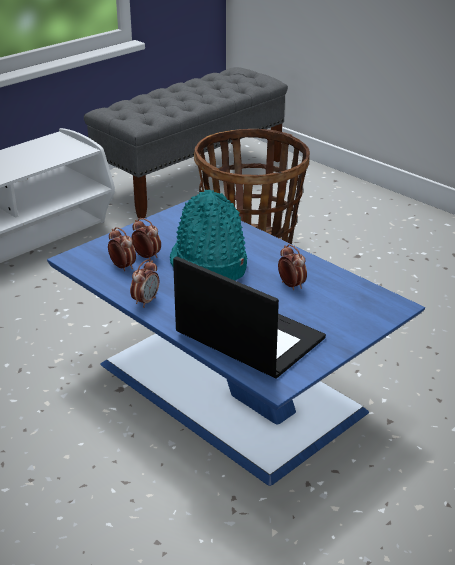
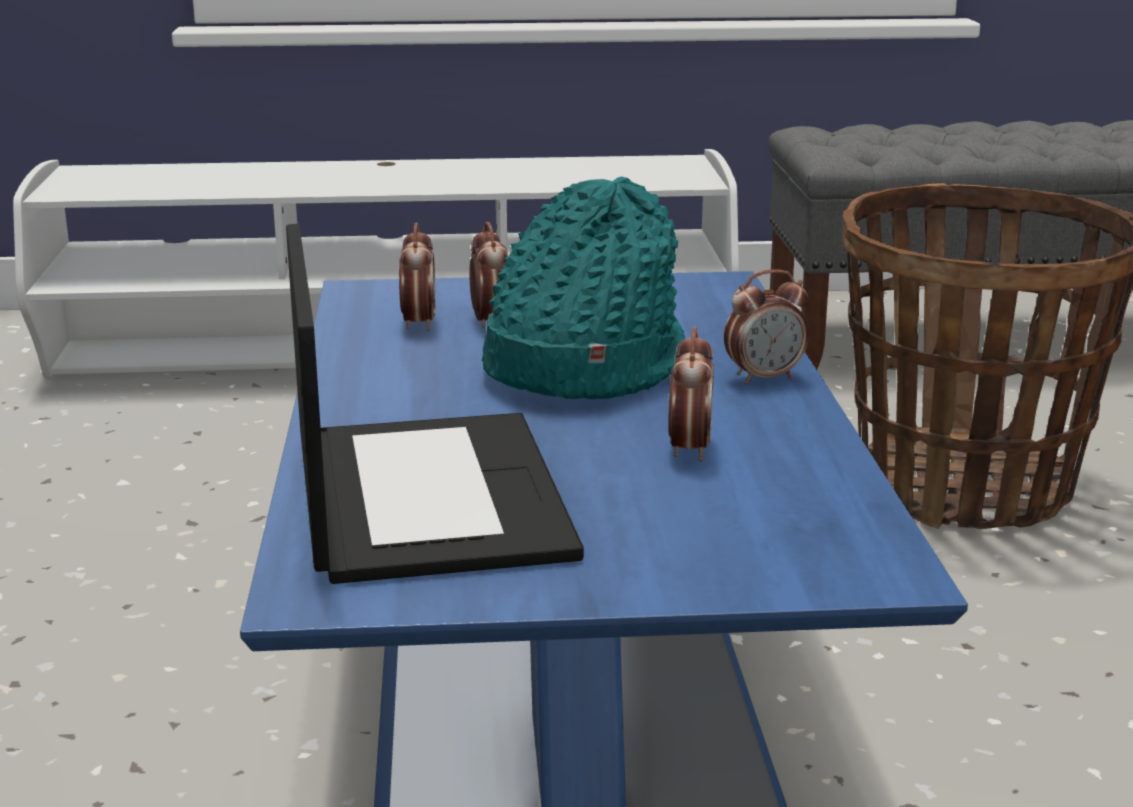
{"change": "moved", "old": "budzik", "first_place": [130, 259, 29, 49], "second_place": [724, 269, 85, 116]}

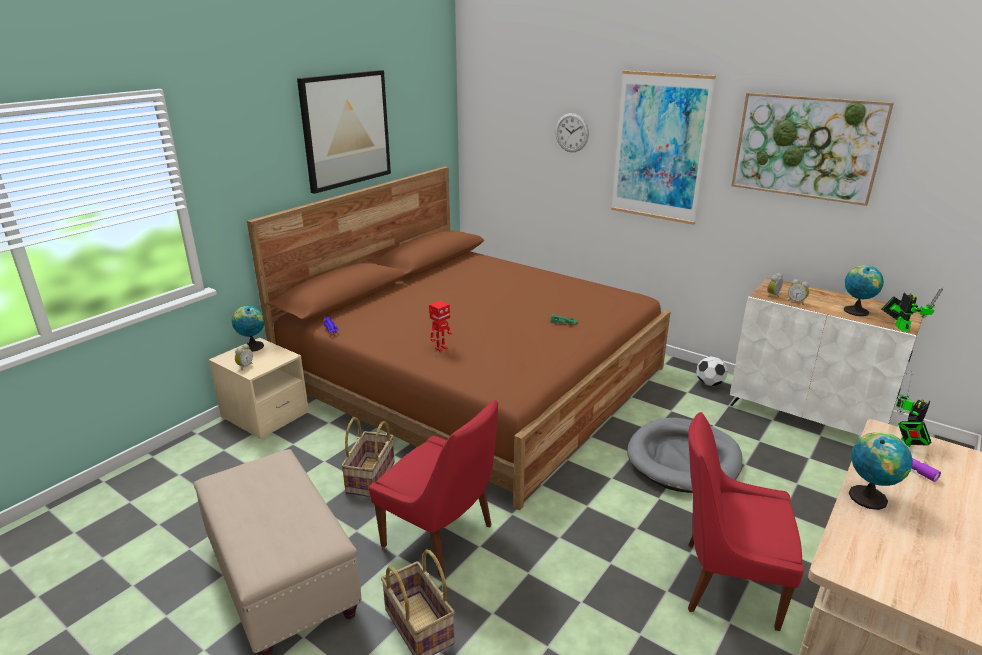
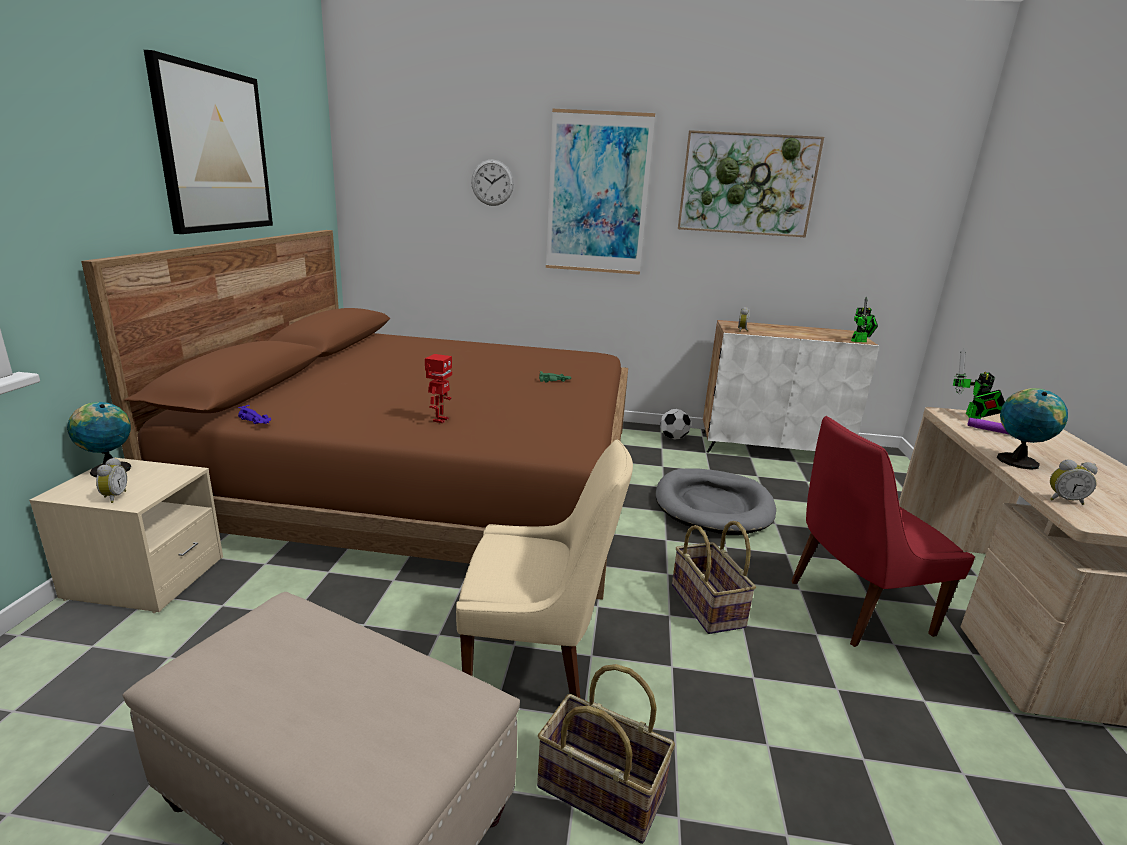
{"change": "recoloured", "old": "krzesło [czerwony]", "new": "krzesło [beżowy]", "first_place": [369, 400, 129, 178], "second_place": [456, 439, 177, 259]}
{"change": "moved", "old": "koszyk", "first_place": [341, 417, 54, 80], "second_place": [672, 521, 84, 113]}
{"change": "turned", "old": "robot zabawkowy", "first_place": [881, 288, 62, 44], "second_place": [851, 297, 27, 45], "degrees": 105}
{"change": "moved", "old": "budzik", "first_place": [788, 279, 21, 26], "second_place": [1050, 460, 48, 45]}
{"change": "removed", "old": "globus", "first_place": [844, 265, 40, 51]}

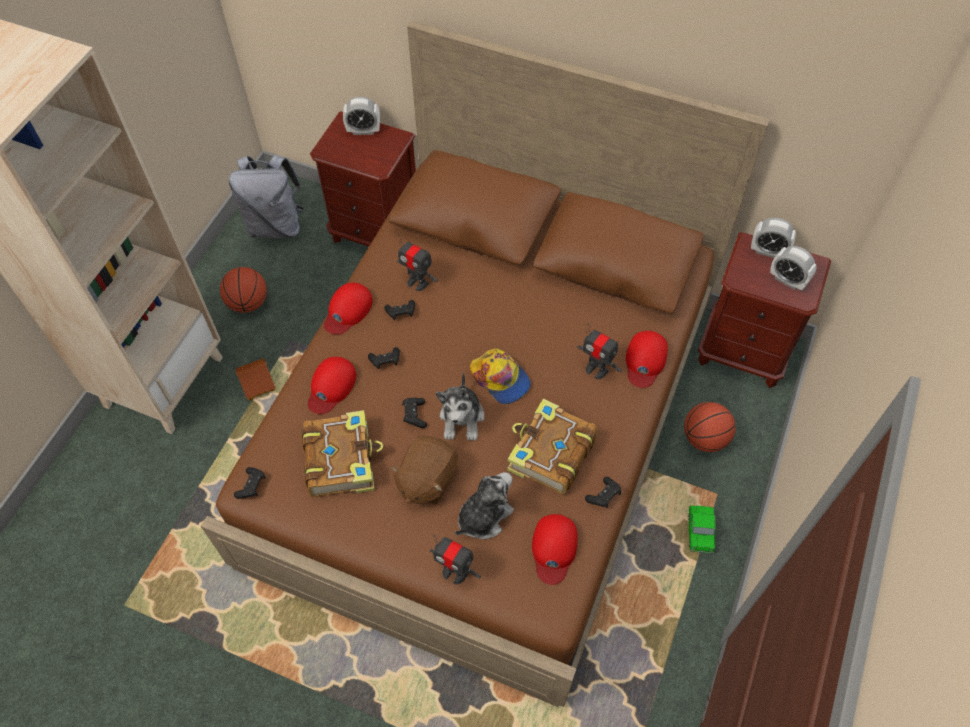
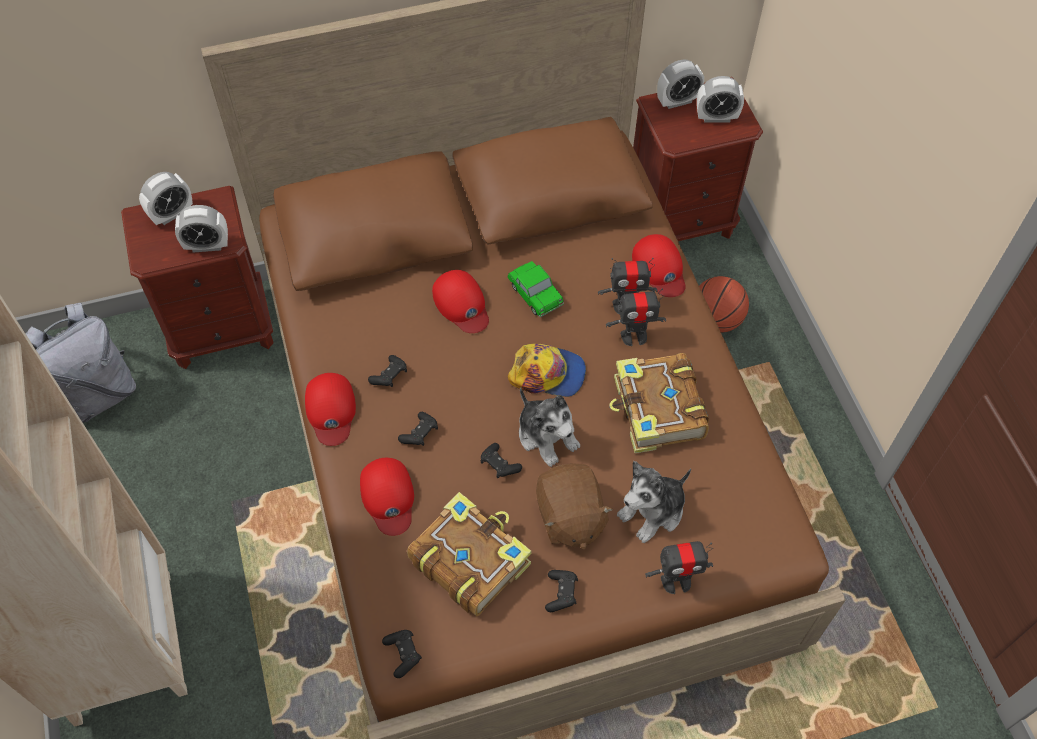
{"change": "added", "new": "budzik", "second_place": [175, 205, 53, 47]}
{"change": "moved", "old": "czapka z daszkiem [czerwony]", "first_place": [532, 514, 46, 71], "second_place": [432, 270, 57, 63]}
{"change": "moved", "old": "samochodzik", "first_place": [689, 505, 27, 48], "second_place": [507, 261, 57, 56]}
{"change": "moved", "old": "pad do gier [czarny]", "first_place": [585, 477, 36, 31], "second_place": [545, 570, 33, 42]}
{"change": "moved", "old": "robot zabawkowy", "first_place": [397, 235, 41, 56], "second_place": [606, 289, 60, 57]}
{"change": "turned", "old": "pluszak", "first_place": [455, 472, 59, 67], "second_place": [617, 461, 74, 82], "degrees": -135}
{"change": "removed", "old": "piłka do koszykówki", "first_place": [220, 267, 47, 46]}
{"change": "removed", "old": "domek", "first_place": [235, 358, 40, 43]}

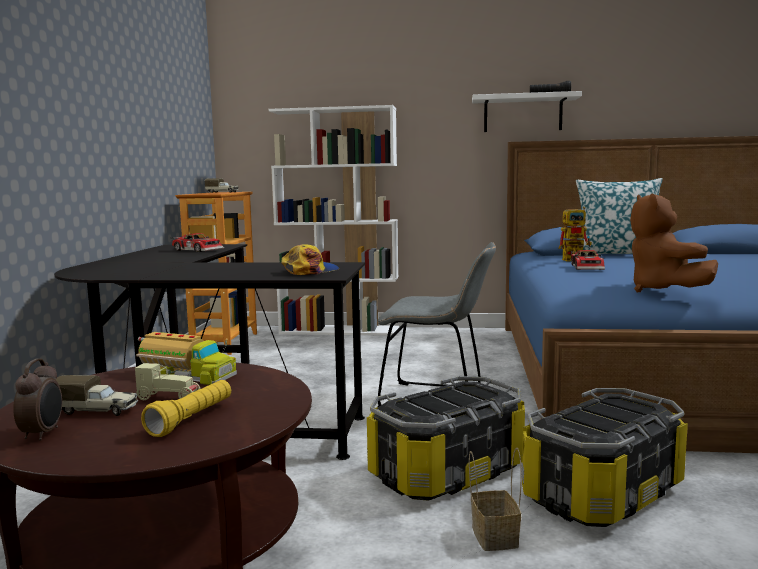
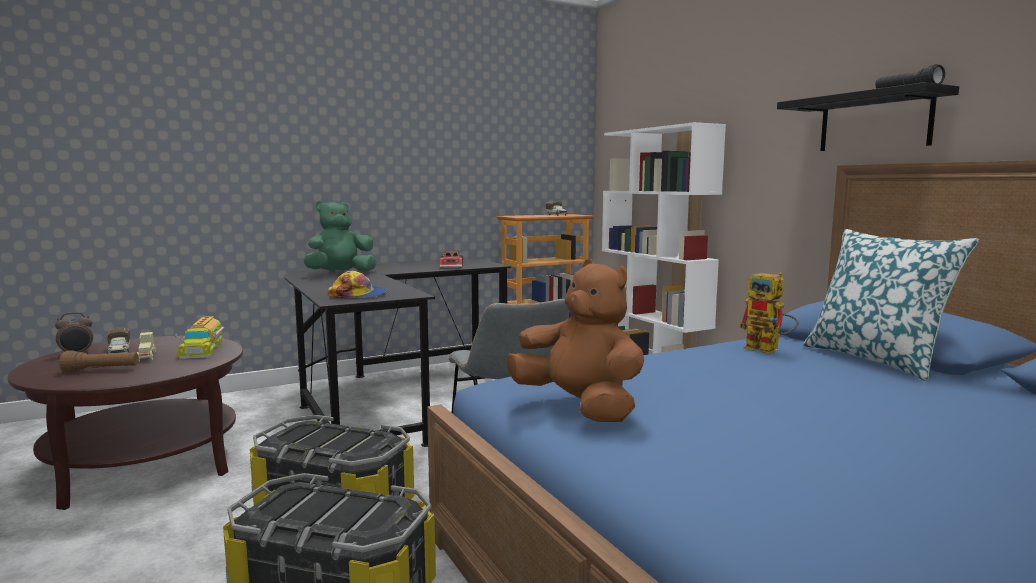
{"change": "recoloured", "old": "latarka [żółty]", "new": "latarka [brązowy]", "first_place": [141, 380, 90, 57], "second_place": [59, 350, 80, 22]}
{"change": "added", "new": "pluszak [zielony]", "second_place": [303, 201, 73, 71]}
{"change": "turned", "old": "pluszak [brązowy]", "first_place": [630, 193, 88, 99], "second_place": [507, 259, 137, 163], "degrees": 90}
{"change": "recoloured", "old": "półka [biały]", "new": "półka [czarny]", "first_place": [472, 91, 110, 41], "second_place": [777, 82, 182, 69]}
{"change": "removed", "old": "koszyk", "first_place": [469, 448, 53, 103]}
{"change": "removed", "old": "samochodzik", "first_place": [571, 250, 34, 20]}

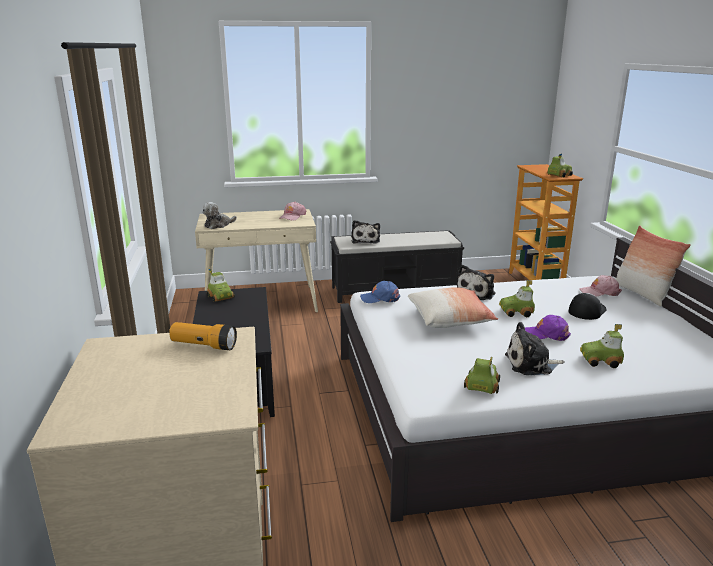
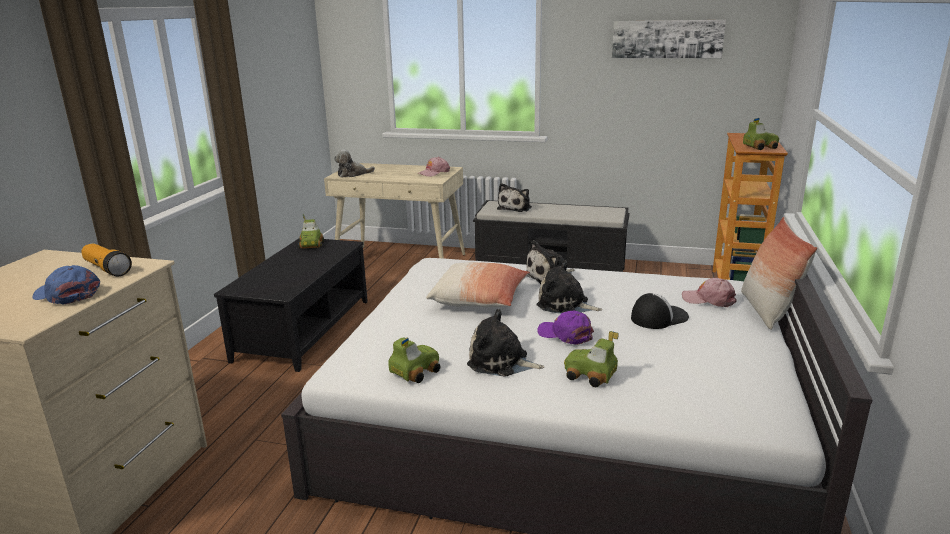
{"change": "moved", "old": "czapka z daszkiem [niebieski]", "first_place": [360, 281, 40, 22], "second_place": [32, 265, 68, 40]}
{"change": "replaced", "old": "samochodzik", "new": "pluszak", "first_place": [499, 280, 36, 37], "second_place": [537, 260, 65, 54]}
{"change": "added", "new": "obraz", "second_place": [612, 20, 114, 38]}

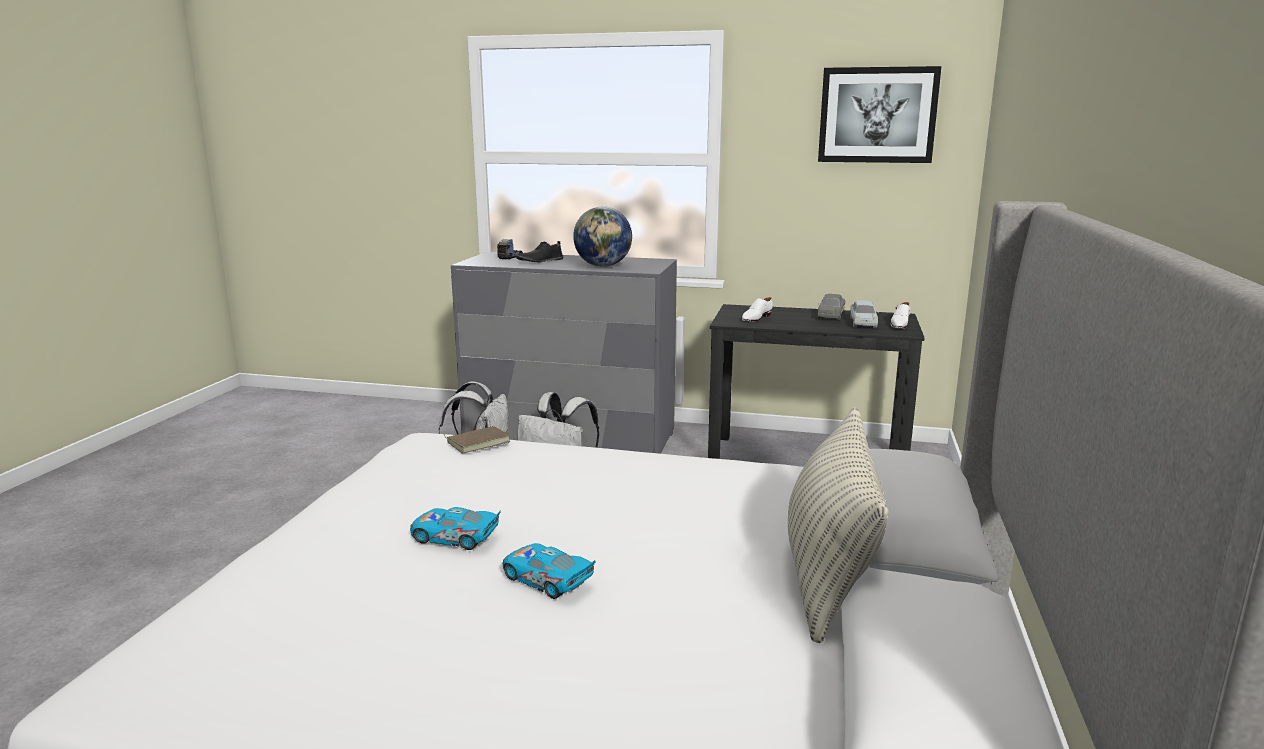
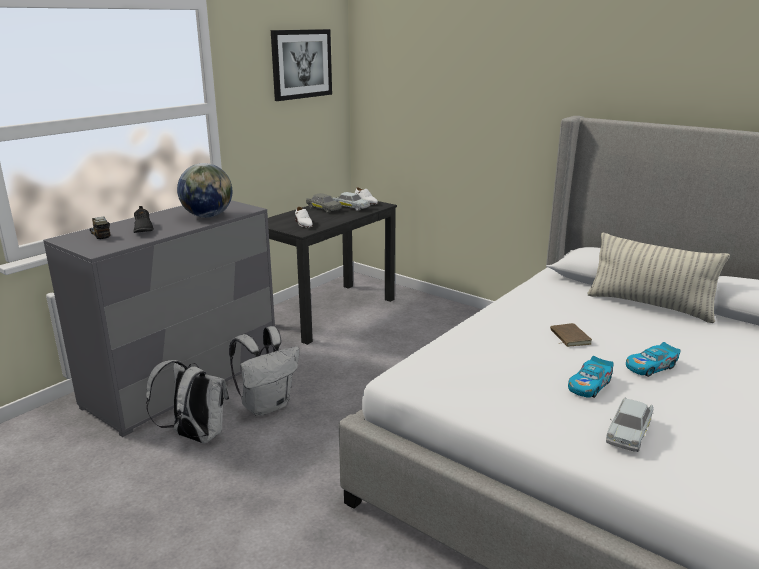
{"change": "moved", "old": "książka [brązowy]", "first_place": [444, 426, 66, 27], "second_place": [550, 323, 42, 24]}
{"change": "added", "new": "samochodzik [biały]", "second_place": [606, 397, 48, 55]}

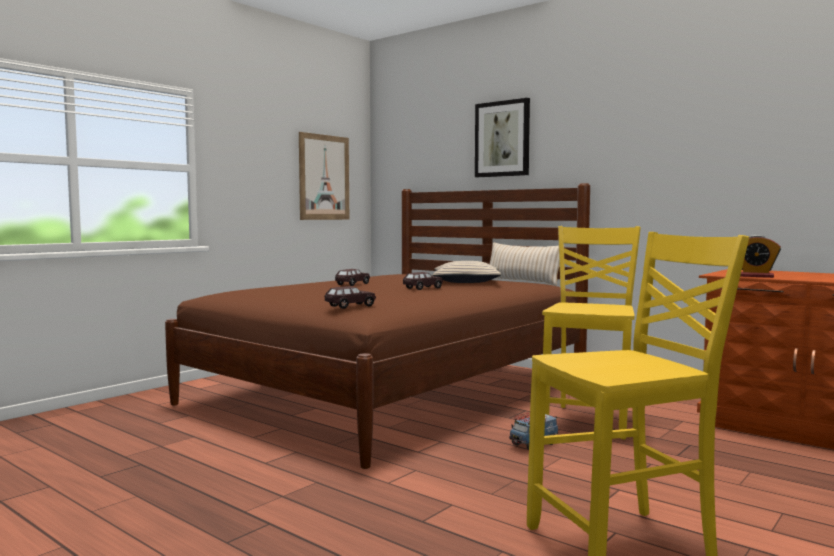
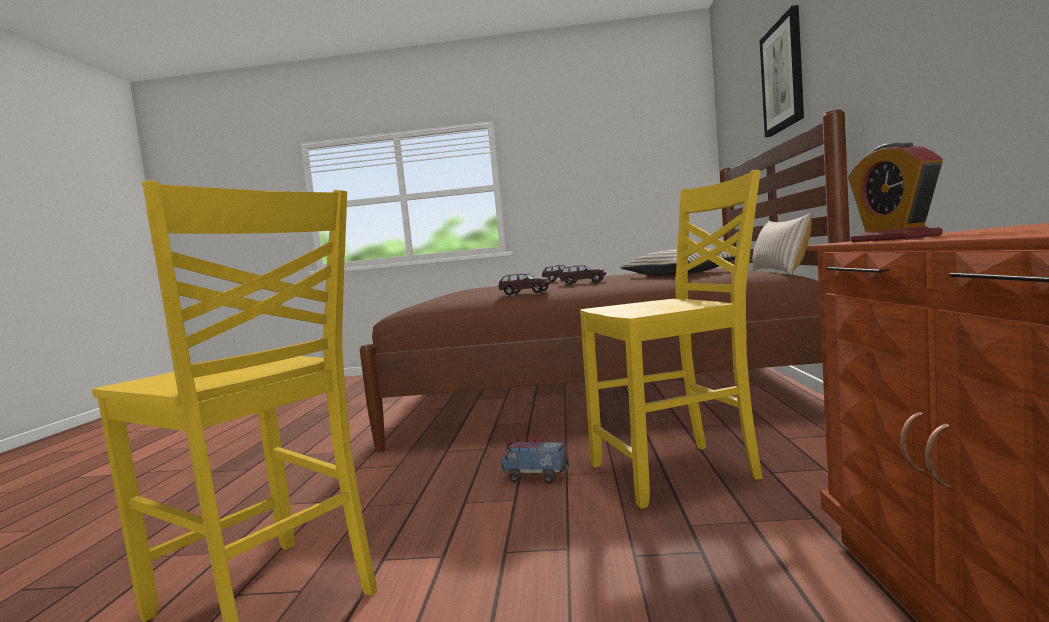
{"change": "moved", "old": "samochodzik [brązowy]", "first_place": [324, 286, 52, 23], "second_place": [499, 273, 52, 22]}
{"change": "removed", "old": "obraz", "first_place": [299, 132, 50, 88]}

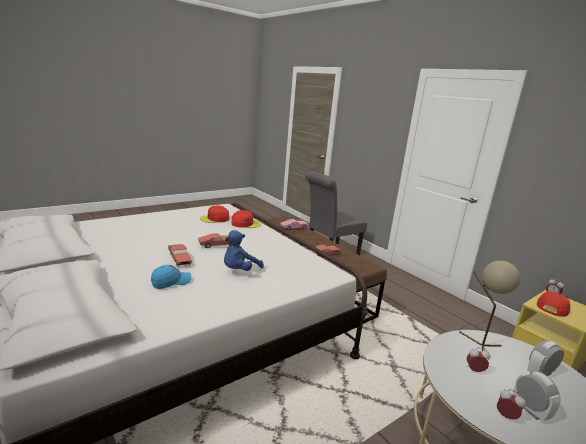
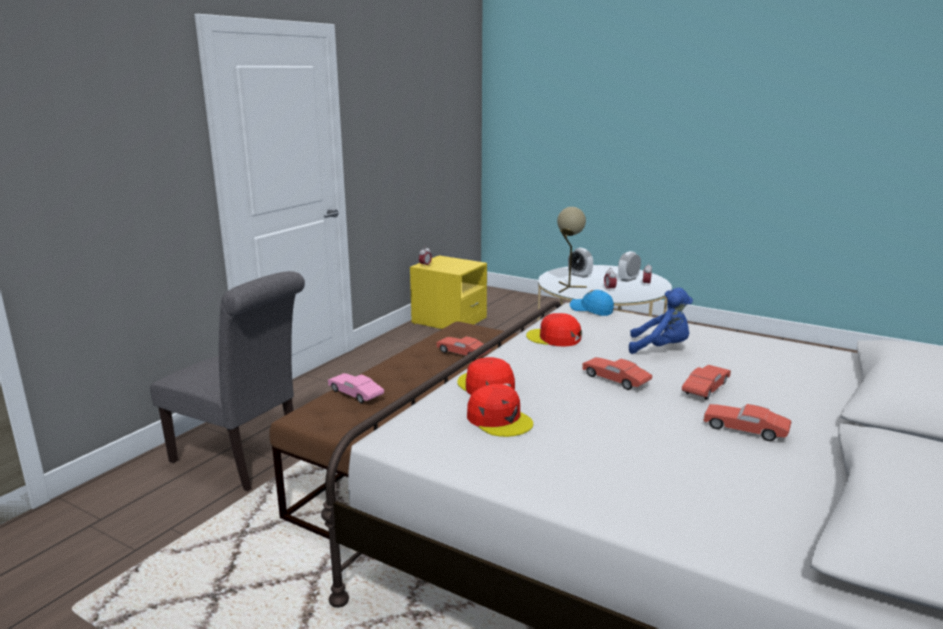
{"change": "moved", "old": "czapka z daszkiem [czerwony]", "first_place": [537, 292, 34, 25], "second_place": [526, 313, 55, 33]}
{"change": "moved", "old": "czapka z daszkiem [niebieski]", "first_place": [151, 265, 41, 24], "second_place": [570, 290, 44, 26]}
{"change": "added", "new": "samochodzik [czerwony]", "second_place": [704, 404, 87, 37]}

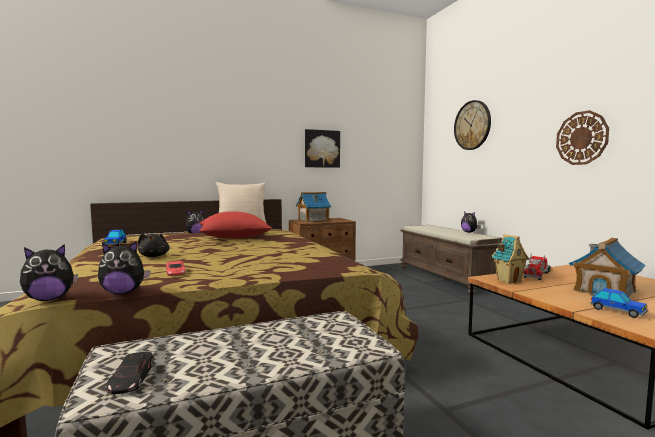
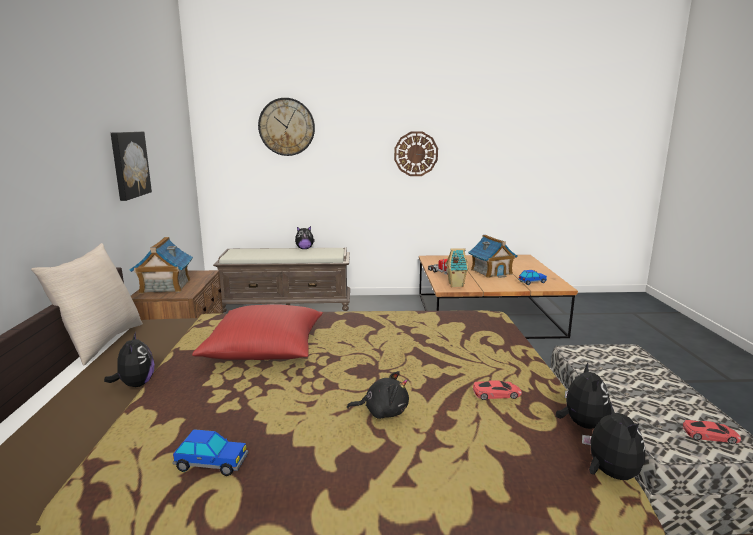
{"change": "recoloured", "old": "samochodzik [czarny]", "new": "samochodzik [czerwony]", "first_place": [106, 352, 48, 42], "second_place": [683, 420, 58, 24]}

